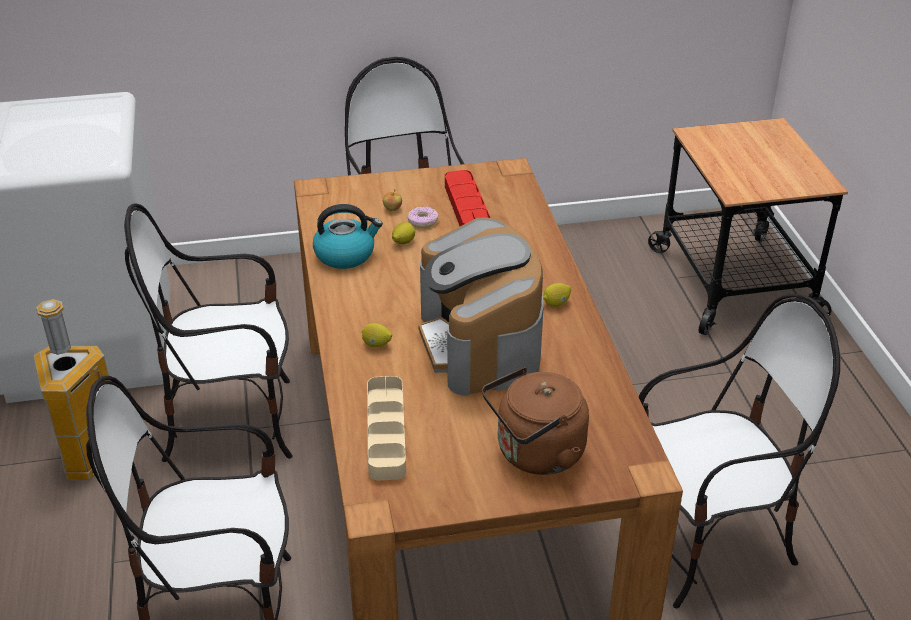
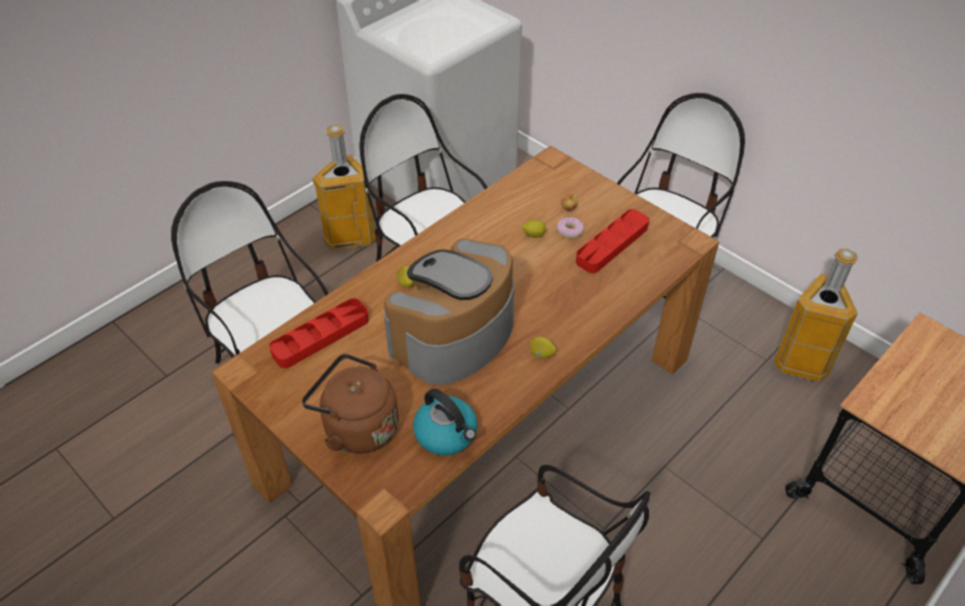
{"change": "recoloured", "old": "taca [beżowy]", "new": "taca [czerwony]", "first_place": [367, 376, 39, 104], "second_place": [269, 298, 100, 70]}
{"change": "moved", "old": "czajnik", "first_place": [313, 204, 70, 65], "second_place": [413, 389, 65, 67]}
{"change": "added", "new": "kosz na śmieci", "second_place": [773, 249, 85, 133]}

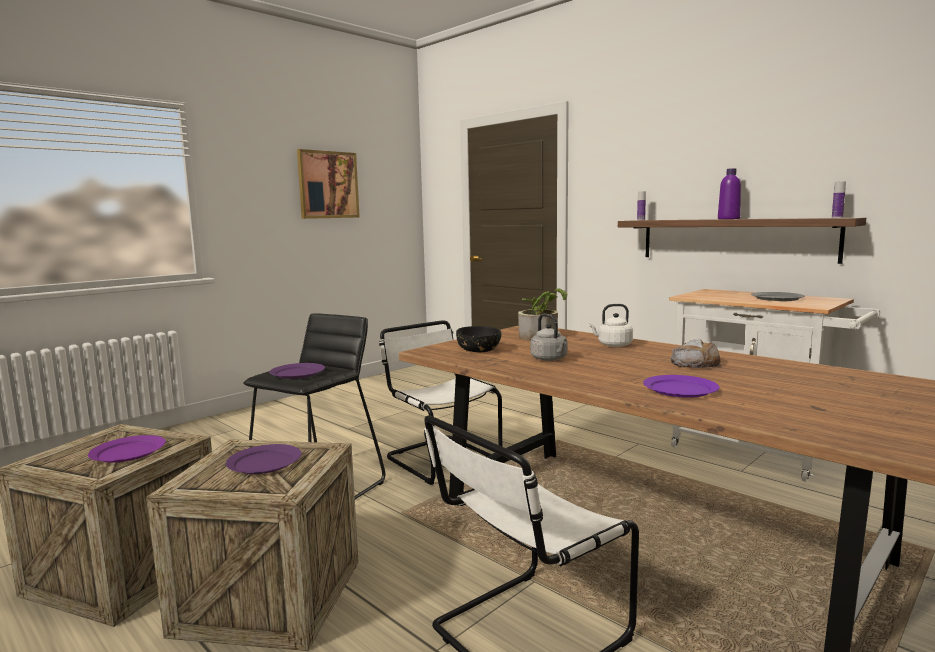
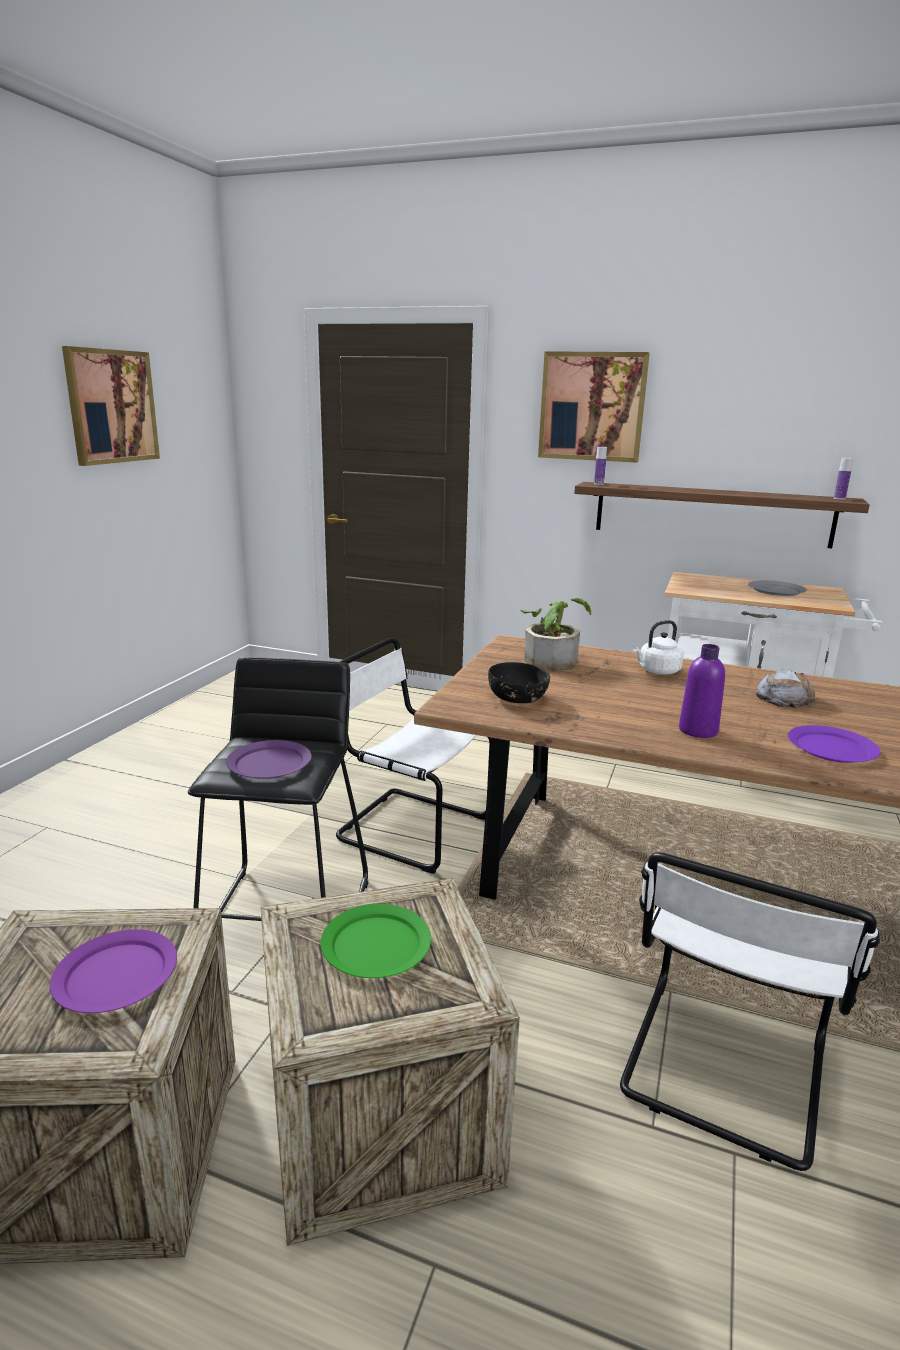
{"change": "recoloured", "old": "talerz [fioletowy]", "new": "talerz [zielony]", "first_place": [226, 444, 76, 30], "second_place": [321, 904, 110, 74]}
{"change": "added", "new": "obraz", "second_place": [538, 351, 112, 112]}
{"change": "moved", "old": "butelka [fioletowy]", "first_place": [718, 168, 23, 51], "second_place": [679, 644, 46, 94]}
{"change": "removed", "old": "czajnik [szary]", "first_place": [530, 314, 37, 47]}

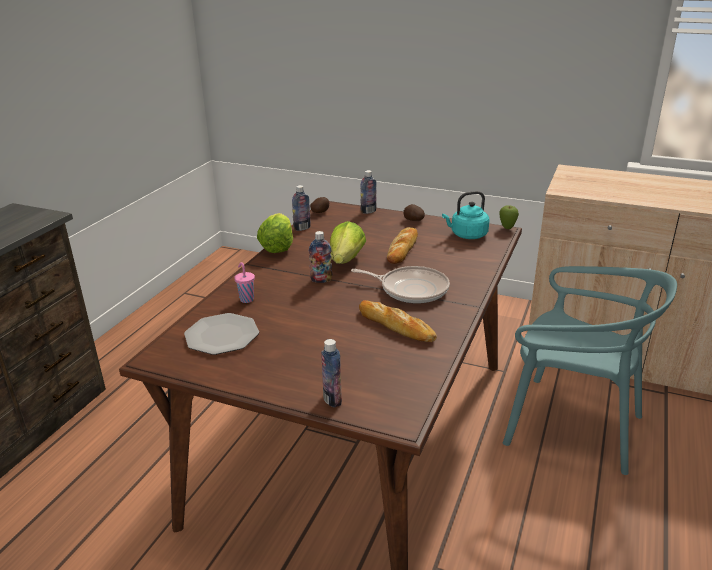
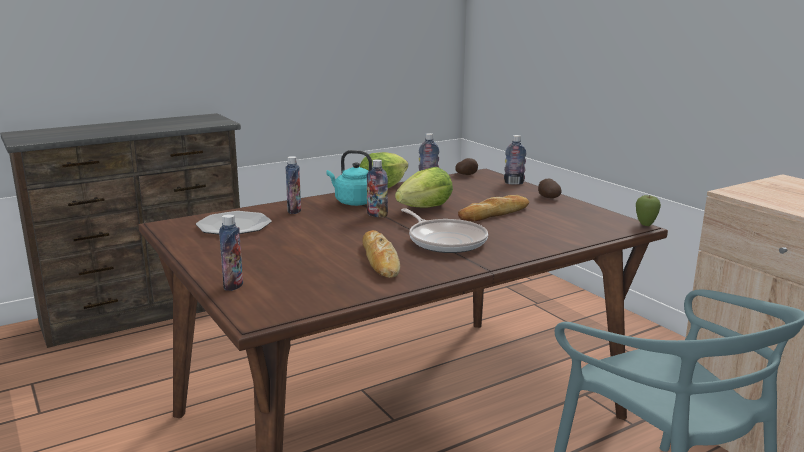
{"change": "replaced", "old": "filiżanka [różowy]", "new": "butelka", "first_place": [234, 262, 21, 41], "second_place": [286, 156, 15, 58]}
{"change": "moved", "old": "czajnik [turkusowy]", "first_place": [442, 191, 48, 48], "second_place": [327, 150, 45, 56]}

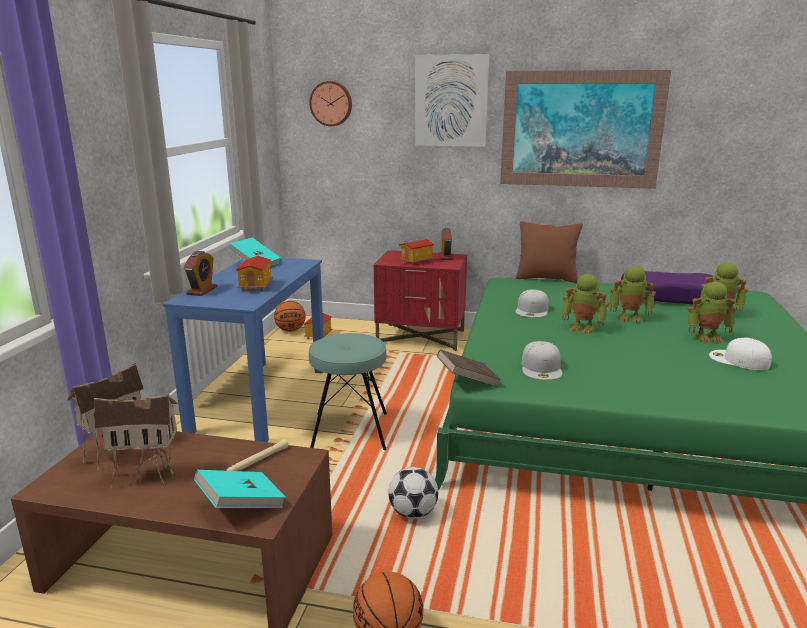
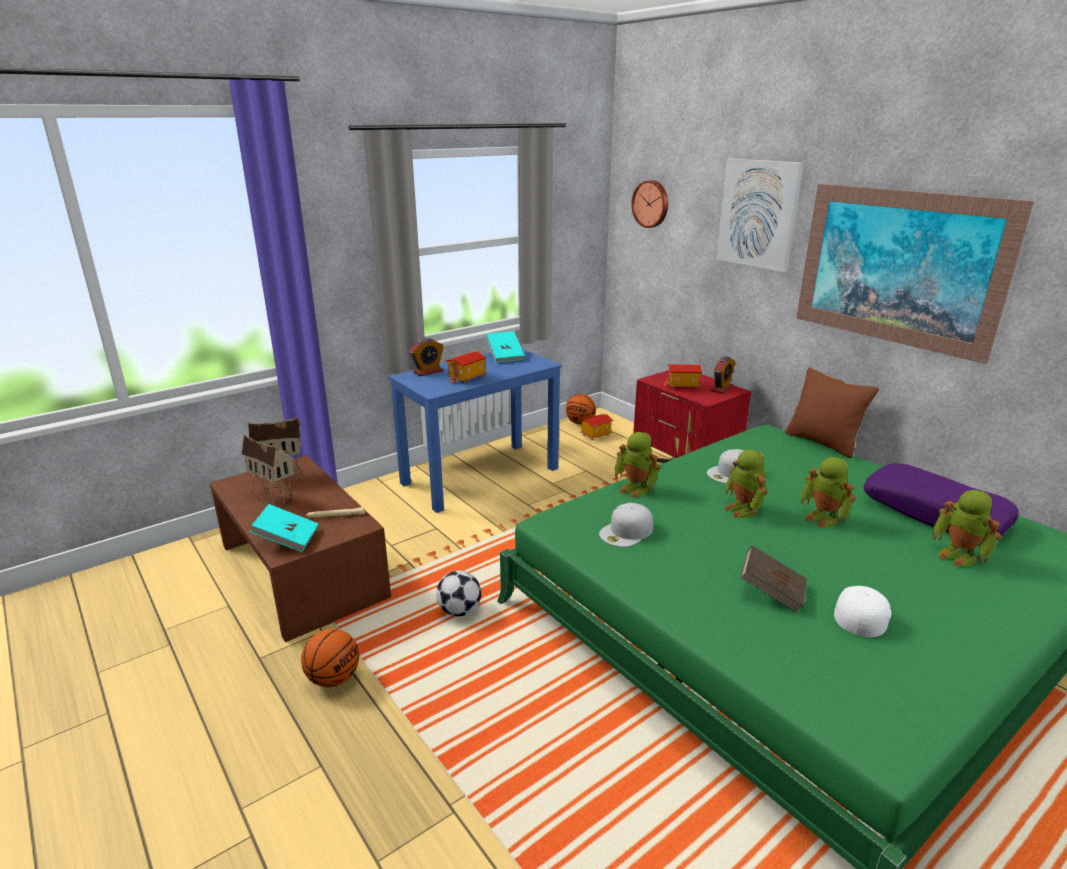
{"change": "moved", "old": "robot zabawkowy", "first_place": [688, 282, 48, 62], "second_place": [614, 432, 47, 66]}
{"change": "moved", "old": "książka [brązowy]", "first_place": [437, 349, 64, 38], "second_place": [741, 545, 66, 68]}
{"change": "turned", "old": "czapka z daszkiem [biały]", "first_place": [709, 337, 63, 33], "second_place": [834, 586, 57, 51], "degrees": 45}
{"change": "removed", "old": "stołek [turkusowy]", "first_place": [309, 333, 78, 117]}

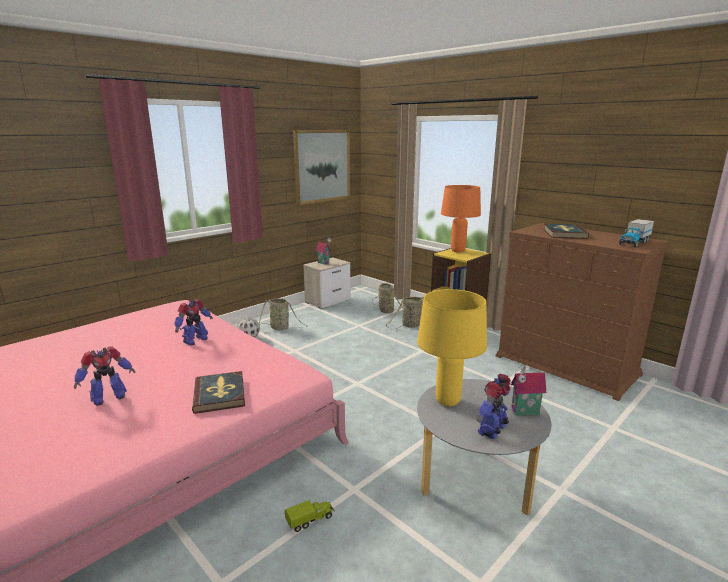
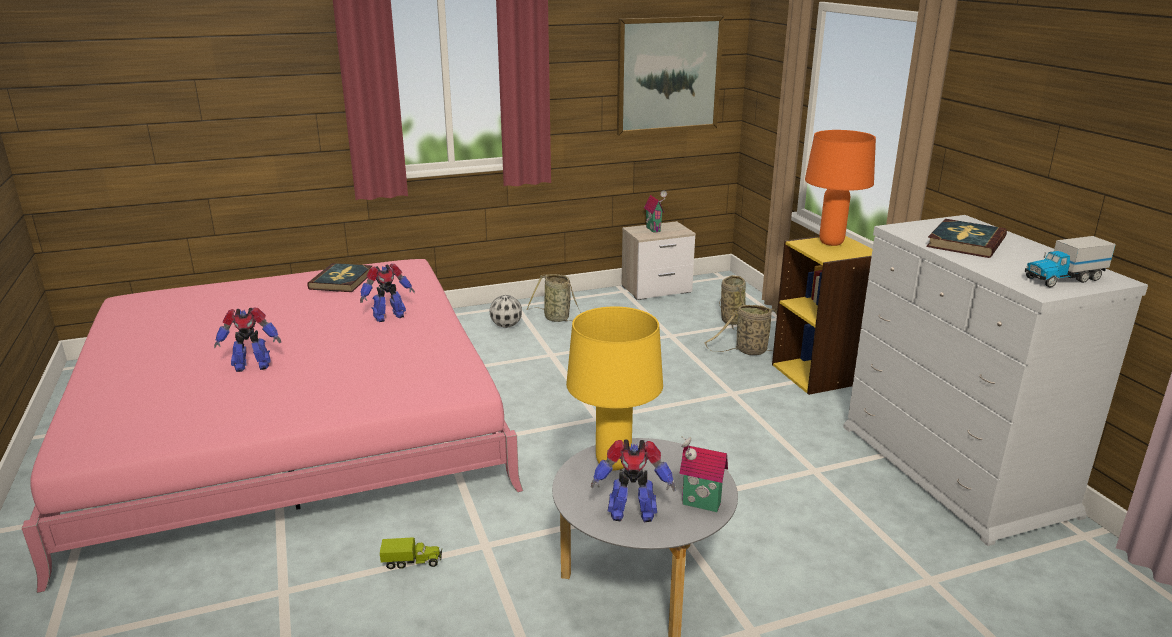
{"change": "moved", "old": "książka", "first_place": [192, 371, 53, 43], "second_place": [307, 263, 65, 29]}
{"change": "turned", "old": "robot zabawkowy", "first_place": [476, 374, 35, 65], "second_place": [591, 440, 85, 82], "degrees": -150}
{"change": "recoloured", "old": "komoda [brązowy]", "new": "komoda [biały]", "first_place": [496, 223, 173, 178], "second_place": [843, 215, 305, 331]}

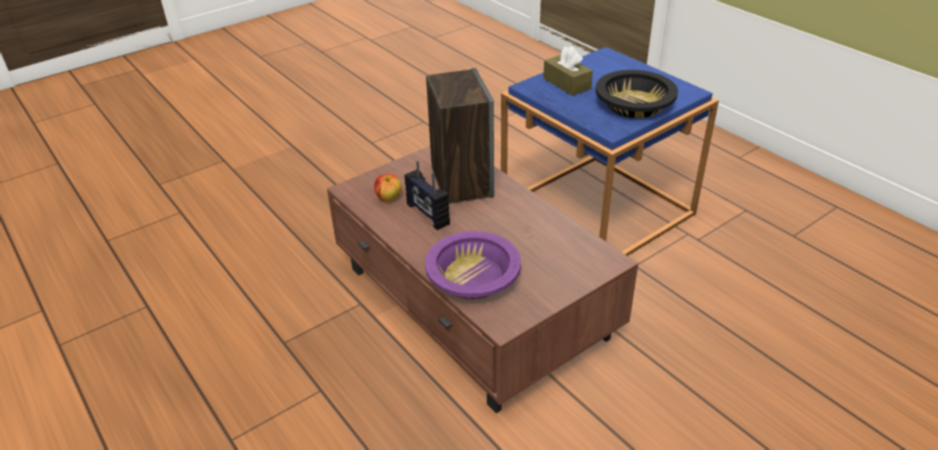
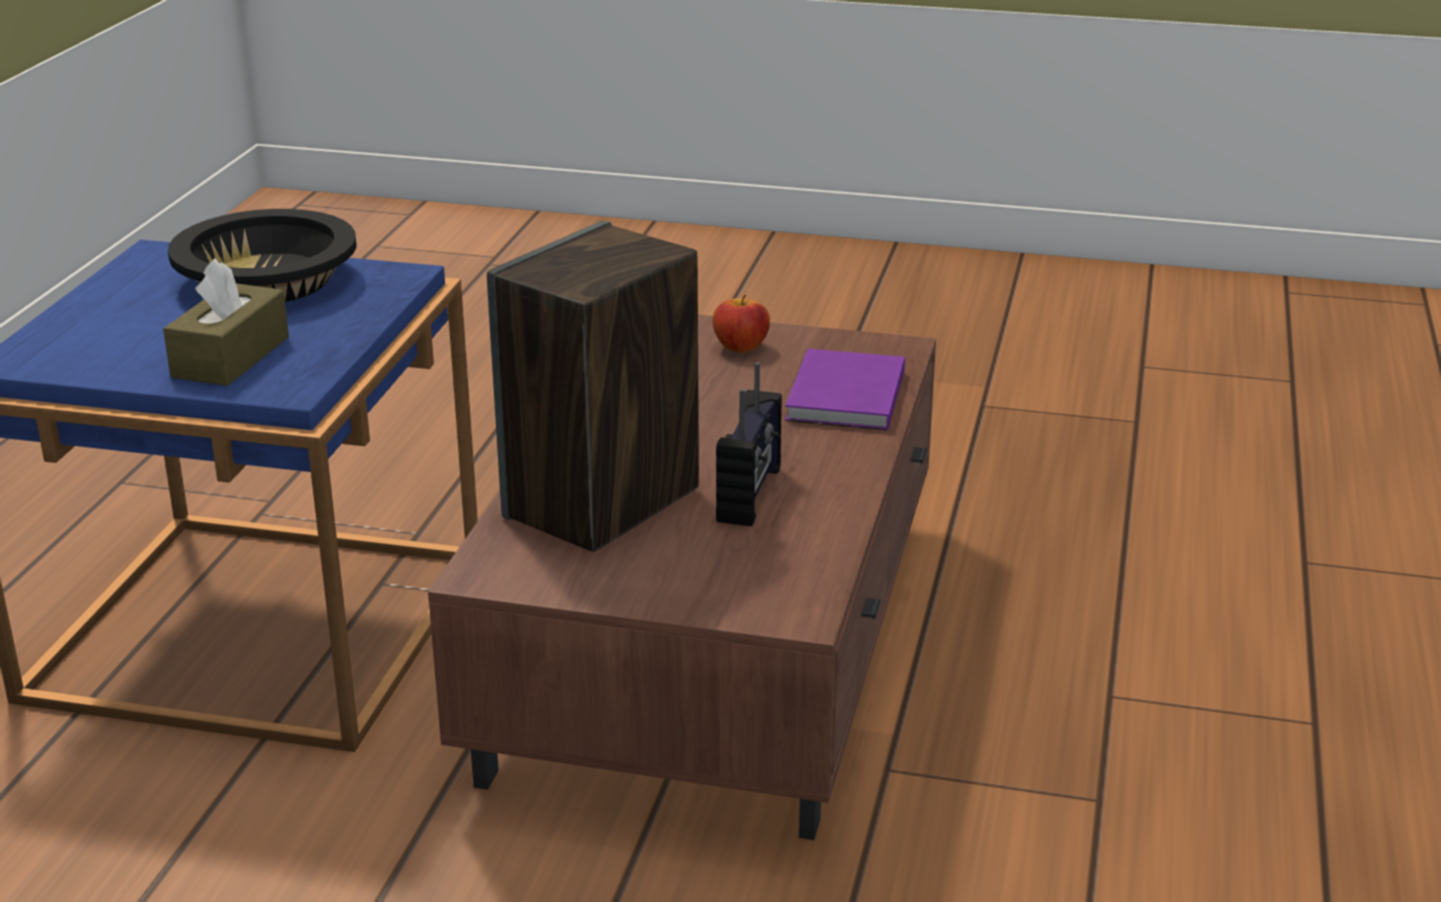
{"change": "moved", "old": "jabłko", "first_place": [374, 174, 27, 28], "second_place": [712, 294, 58, 59]}
{"change": "replaced", "old": "miska [fioletowy]", "new": "książka [fioletowy]", "first_place": [425, 231, 96, 68], "second_place": [785, 349, 120, 81]}

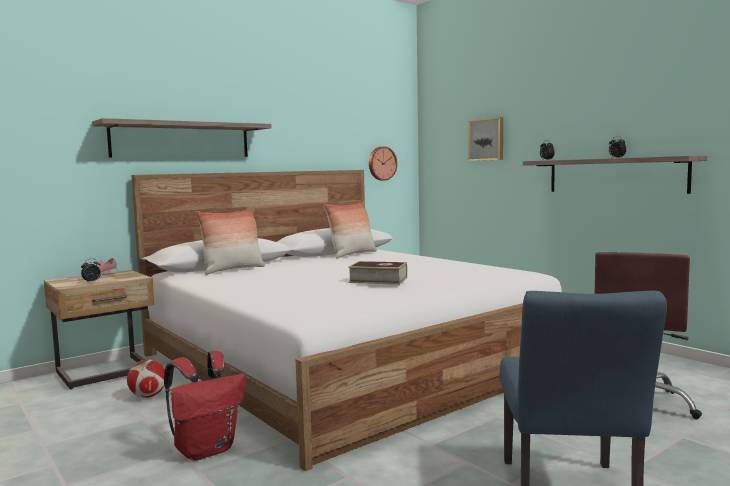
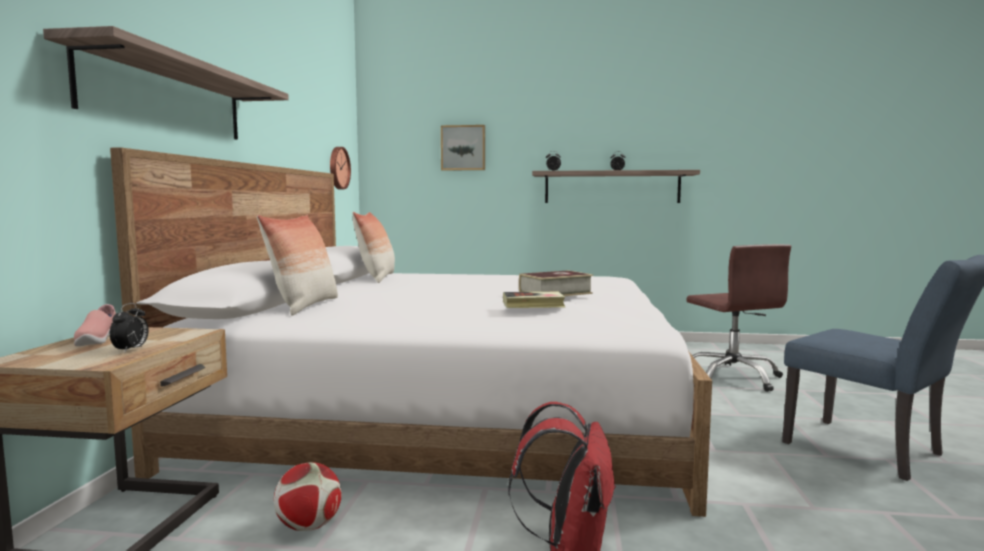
{"change": "added", "new": "książka", "second_place": [503, 292, 62, 16]}

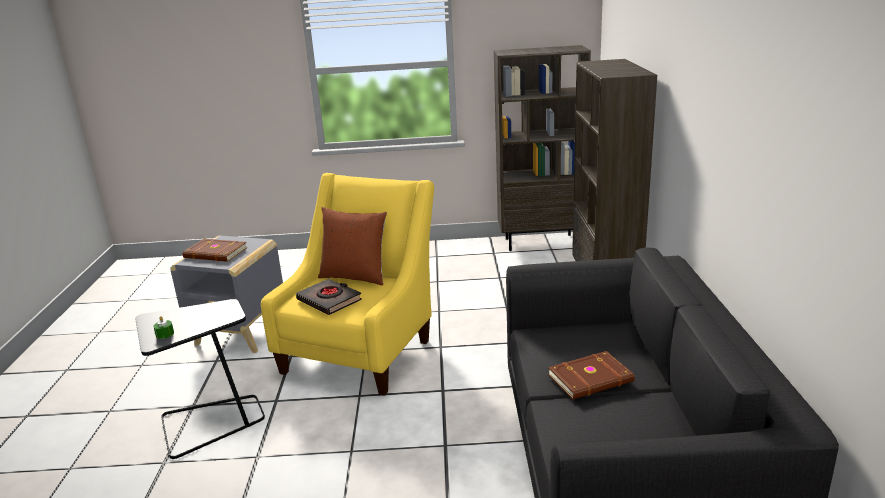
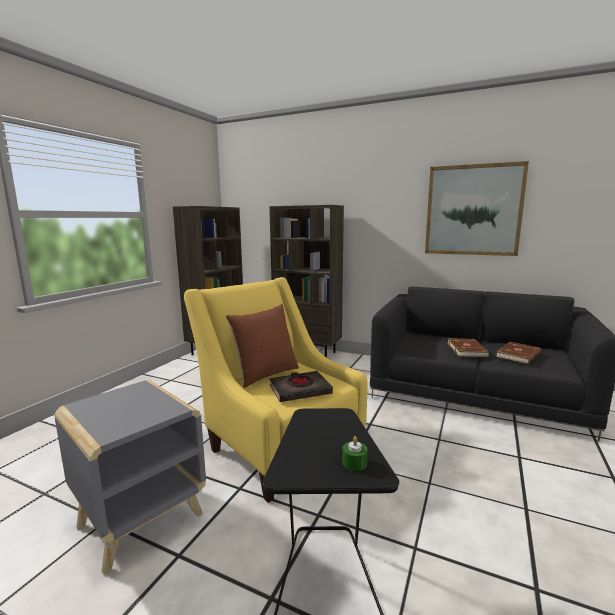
{"change": "added", "new": "obraz", "second_place": [425, 161, 104, 95]}
{"change": "moved", "old": "książka [brązowy]", "first_place": [182, 239, 65, 23], "second_place": [496, 342, 45, 22]}

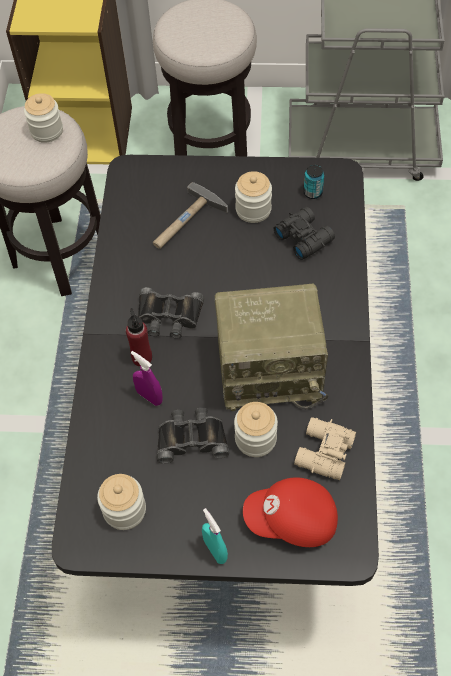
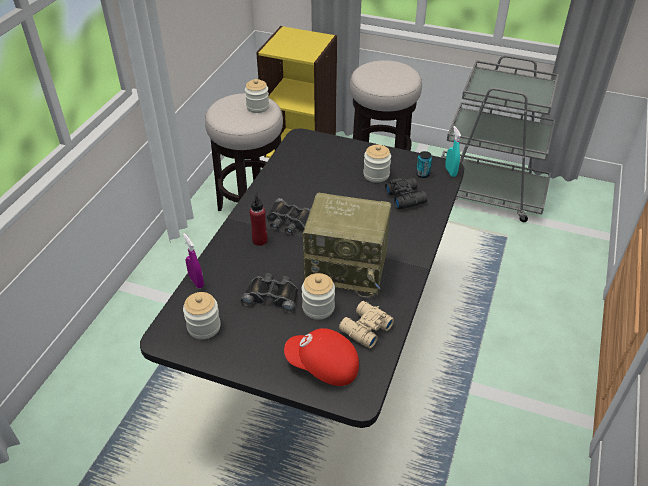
{"change": "moved", "old": "spryskiwacz [fioletowy]", "first_place": [131, 351, 32, 55], "second_place": [183, 233, 21, 55]}
{"change": "moved", "old": "spryskiwacz [turkusowy]", "first_place": [202, 508, 26, 56], "second_place": [445, 126, 16, 51]}
{"change": "removed", "old": "młotek", "first_place": [153, 182, 75, 67]}

